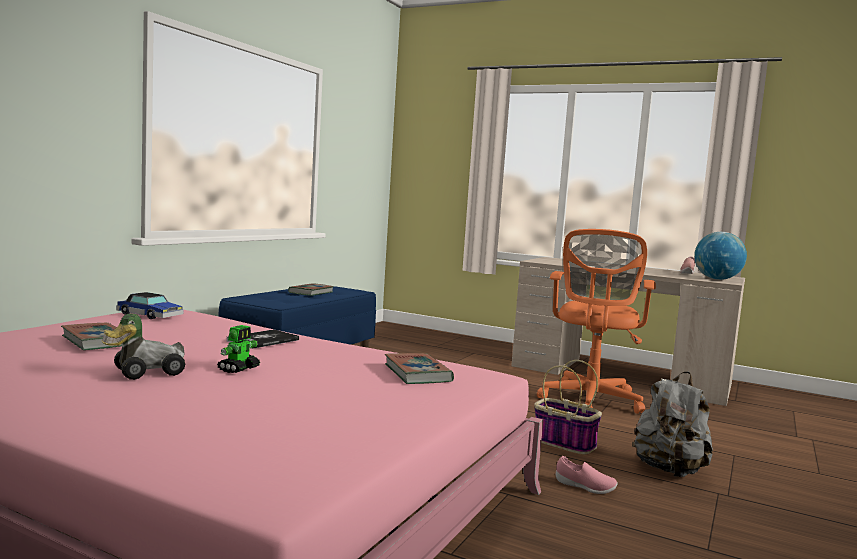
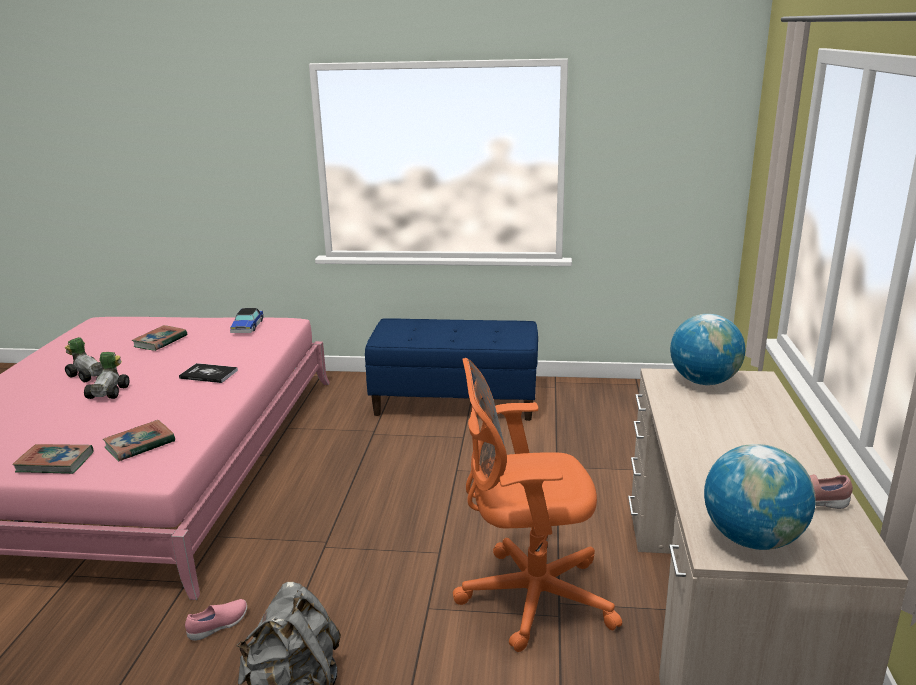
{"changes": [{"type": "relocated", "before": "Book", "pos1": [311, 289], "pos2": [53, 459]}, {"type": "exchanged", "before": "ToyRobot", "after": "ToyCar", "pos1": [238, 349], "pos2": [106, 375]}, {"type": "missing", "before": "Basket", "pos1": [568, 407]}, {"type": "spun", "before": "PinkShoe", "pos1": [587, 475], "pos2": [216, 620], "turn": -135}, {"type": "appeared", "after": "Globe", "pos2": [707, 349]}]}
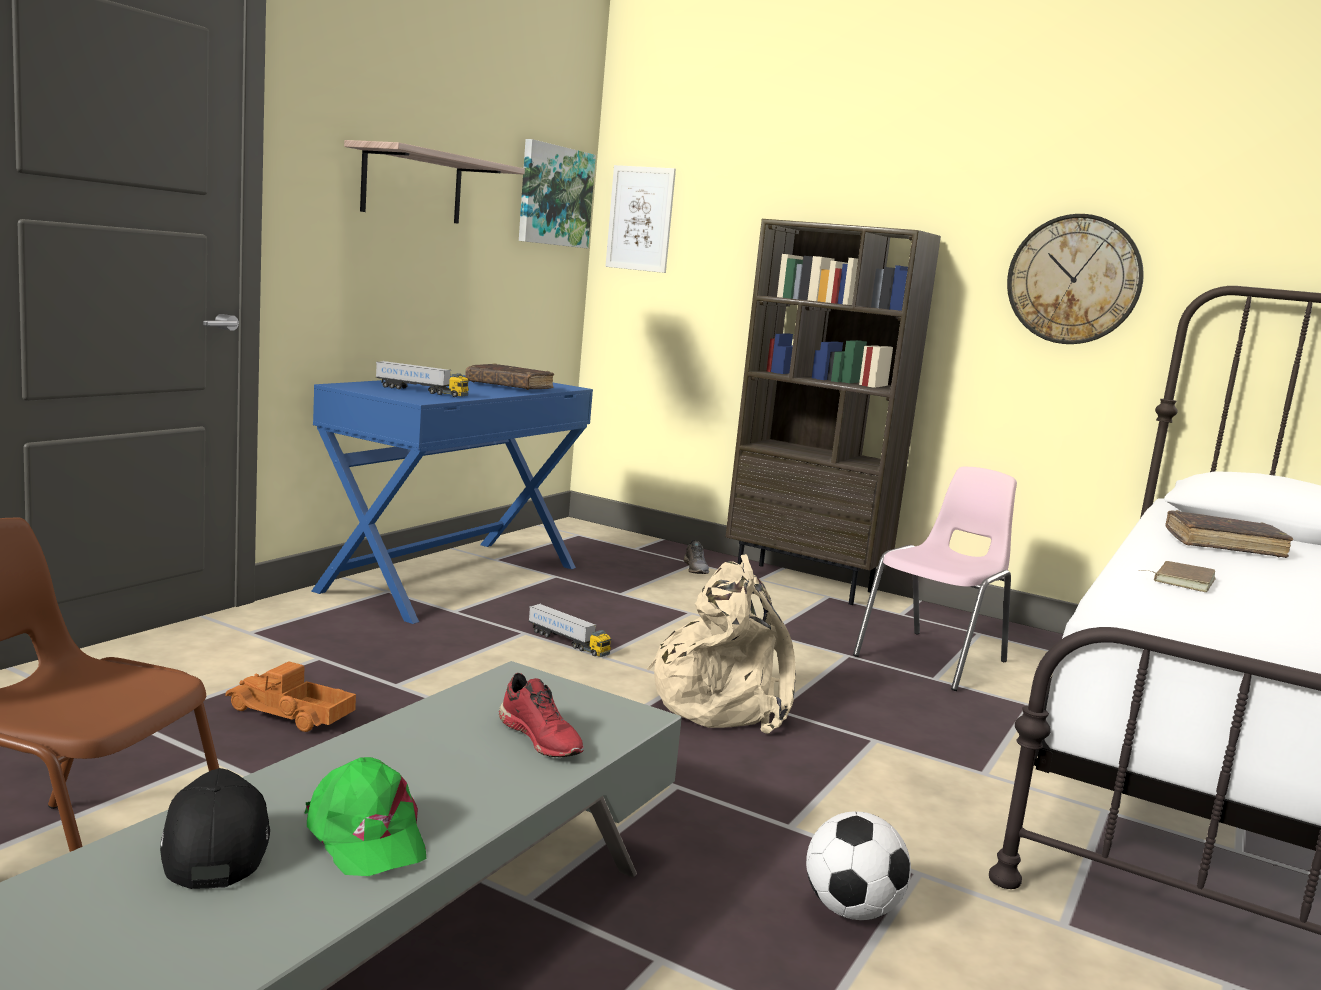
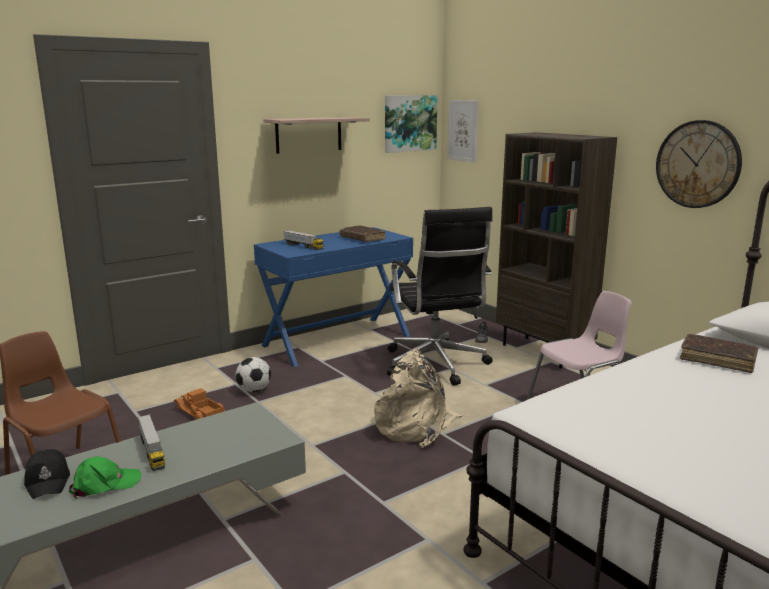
{"changes": [{"type": "missing", "before": "BrownBook", "pos1": [1177, 576]}, {"type": "relocated", "before": "ToyTruck", "pos1": [570, 630], "pos2": [151, 442]}, {"type": "missing", "before": "RedShoe", "pos1": [541, 715]}, {"type": "spun", "before": "GreenCap", "pos1": [365, 816], "pos2": [105, 477], "turn": -105}, {"type": "spun", "before": "BlackCap", "pos1": [215, 828], "pos2": [47, 474], "turn": 150}, {"type": "relocated", "before": "Football", "pos1": [858, 865], "pos2": [253, 374]}, {"type": "appeared", "after": "BlackOfficeChair", "pos2": [440, 296]}]}
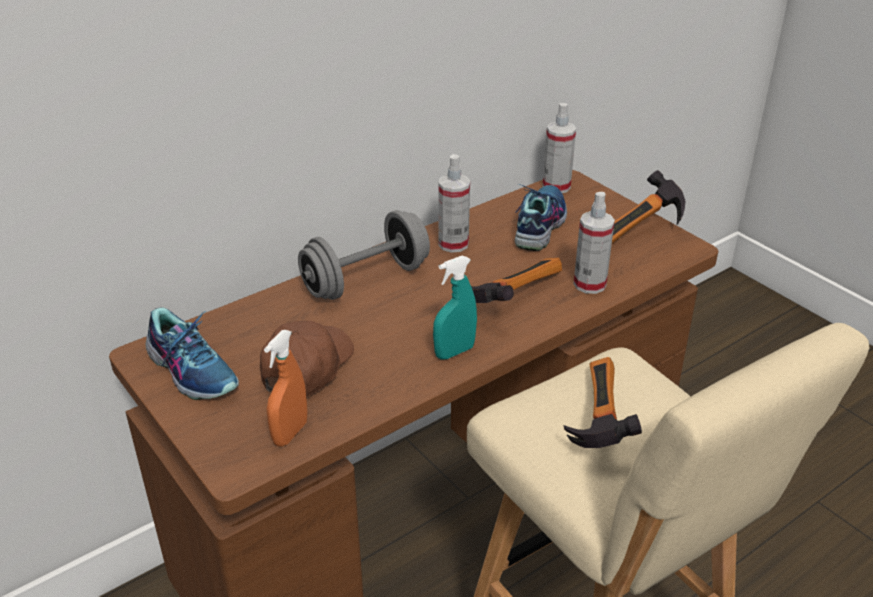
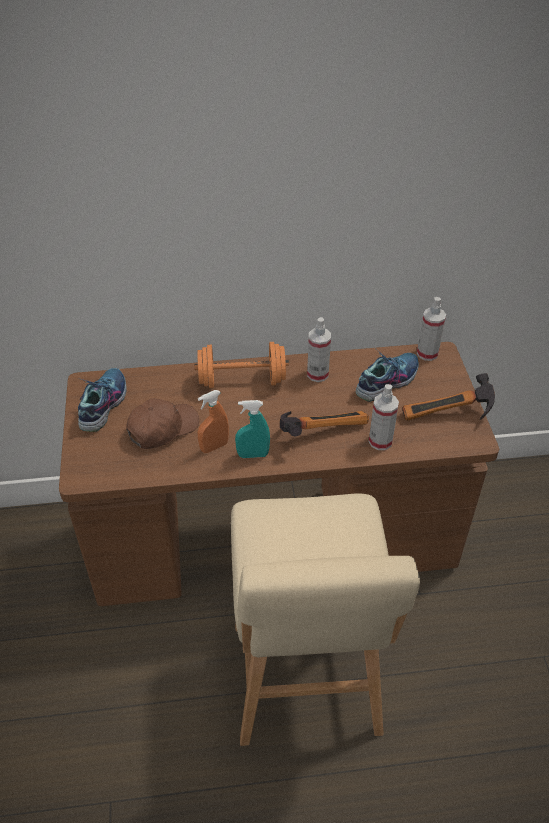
{"changes": [{"type": "colour", "before": "GreyDumbbell", "after": "OrangeDumbbell", "pos1": [364, 255], "pos2": [241, 365]}, {"type": "spun", "before": "Shoe", "pos1": [192, 354], "pos2": [102, 400], "turn": -150}, {"type": "relocated", "before": "OrangeSprayBottle", "pos1": [286, 388], "pos2": [213, 421]}, {"type": "missing", "before": "Hammer", "pos1": [603, 402]}]}
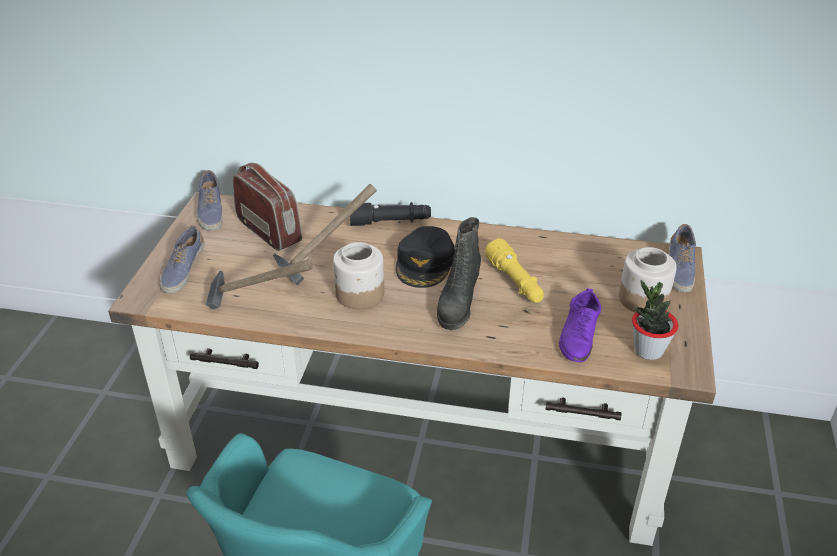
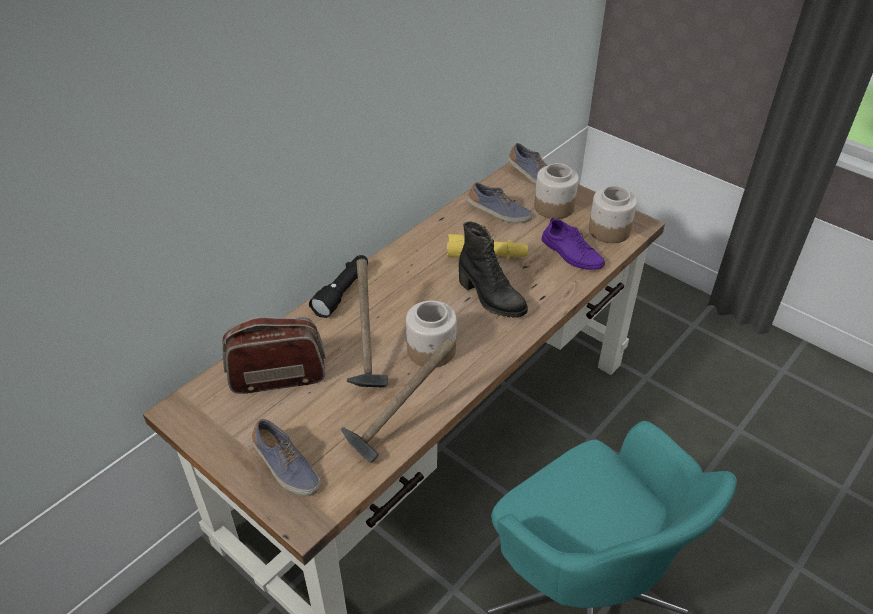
{"changes": [{"type": "relocated", "before": "Shoe", "pos1": [210, 200], "pos2": [499, 202]}, {"type": "missing", "before": "BlackCap", "pos1": [425, 257]}, {"type": "exchanged", "before": "PottedPlant", "after": "Jar", "pos1": [655, 319], "pos2": [613, 214]}]}
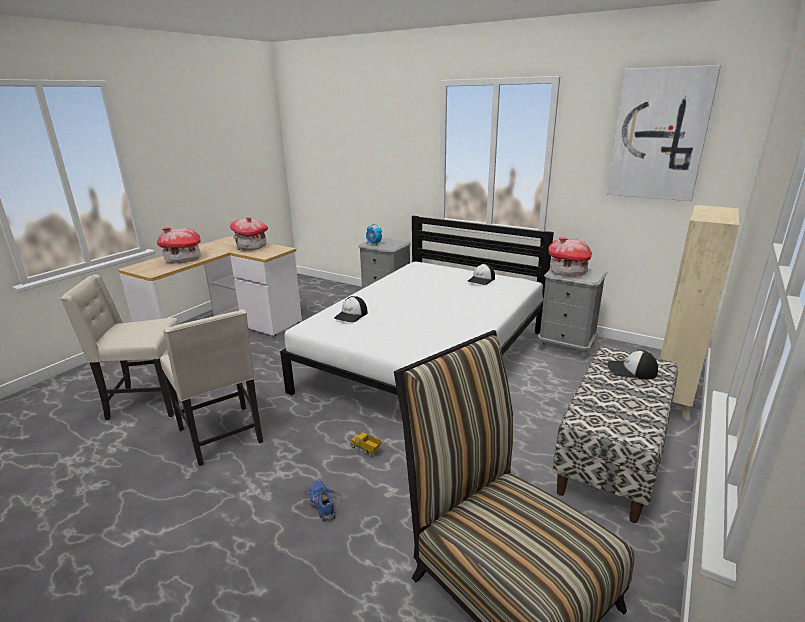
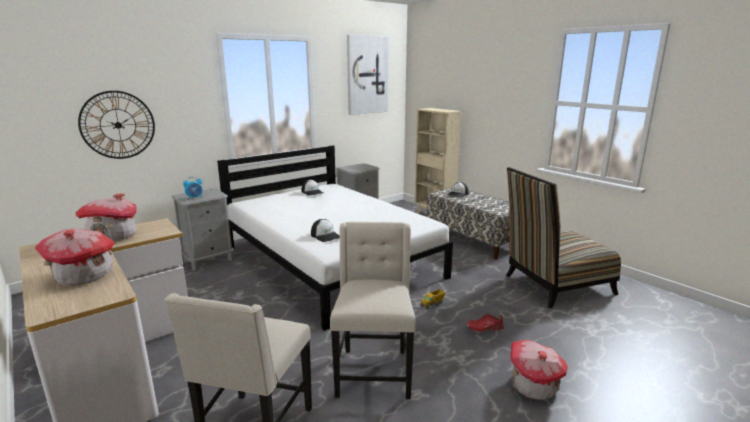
{"changes": [{"type": "relocated", "before": "ToyHouse", "pos1": [570, 256], "pos2": [539, 370]}, {"type": "spun", "before": "BeigeChair", "pos1": [211, 387], "pos2": [372, 310], "turn": -75}, {"type": "colour", "before": "BlueShoe", "after": "RedShoe", "pos1": [323, 501], "pos2": [485, 323]}, {"type": "appeared", "after": "WallClock", "pos2": [116, 125]}]}
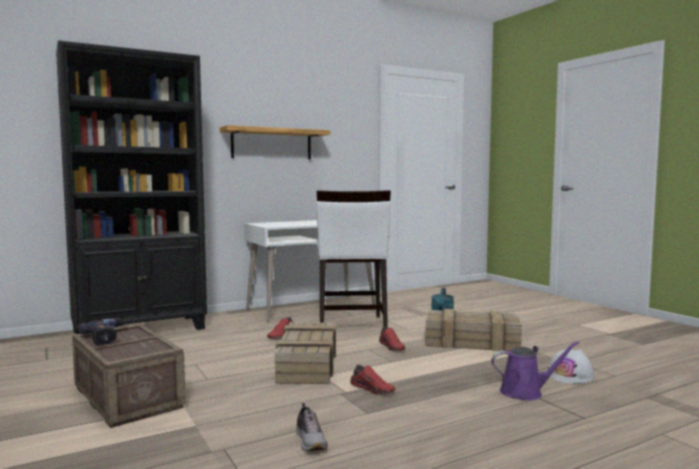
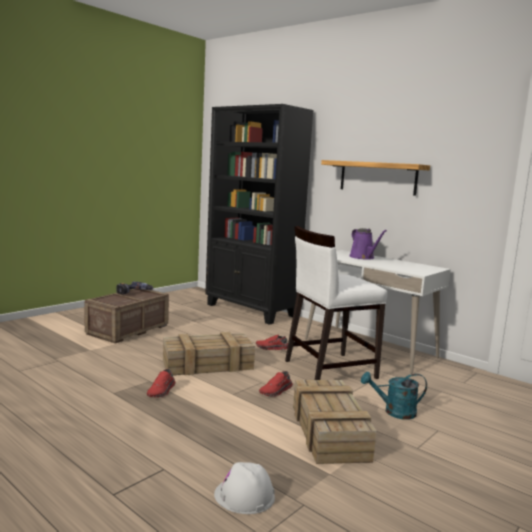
{"changes": [{"type": "relocated", "before": "PurpleWateringCan", "pos1": [535, 371], "pos2": [368, 244]}, {"type": "missing", "before": "Shoe", "pos1": [312, 427]}]}
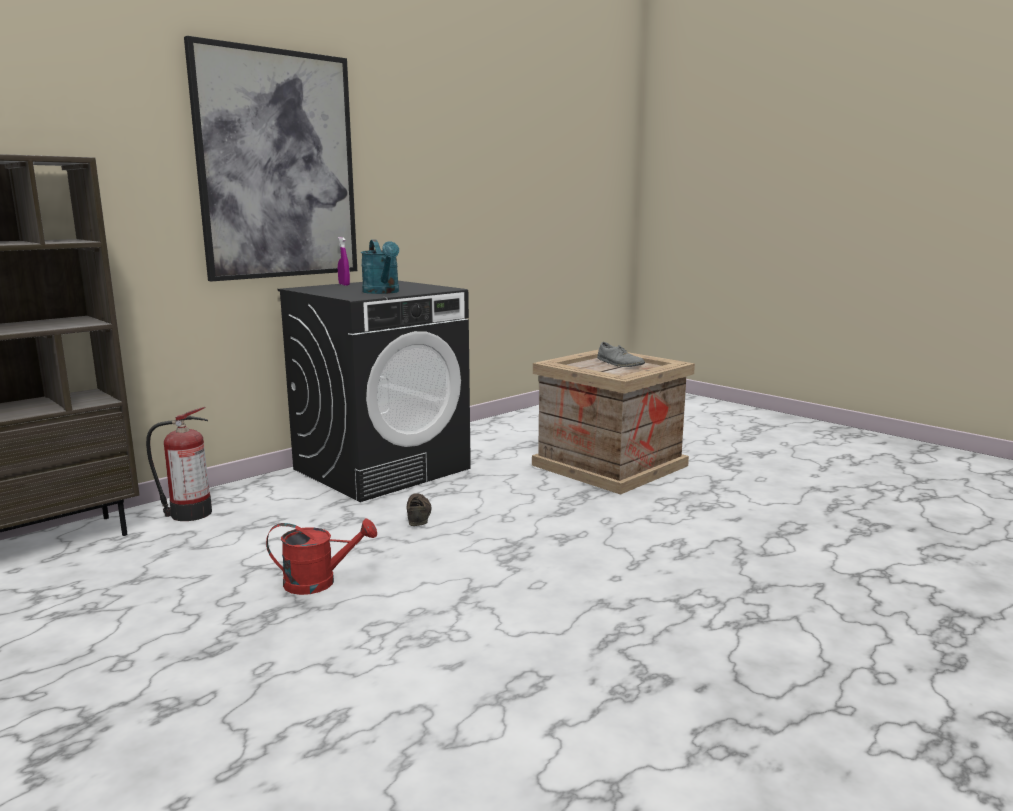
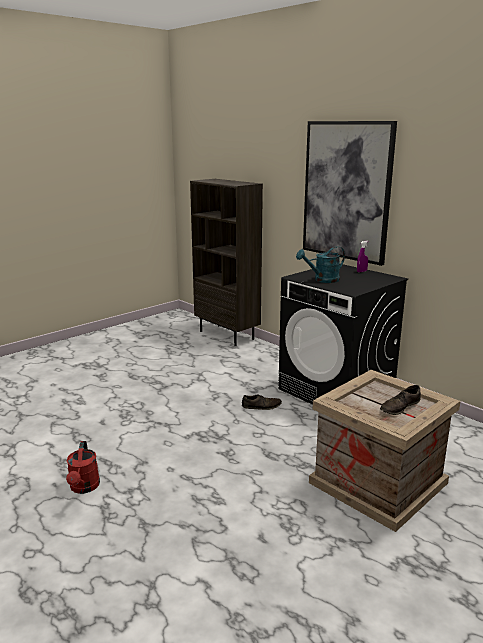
{"changes": [{"type": "colour", "before": "GreyShoe", "after": "BrownShoe", "pos1": [621, 354], "pos2": [400, 400]}, {"type": "missing", "before": "FireExtinguisher", "pos1": [179, 464]}, {"type": "relocated", "before": "RedWateringCan", "pos1": [321, 557], "pos2": [83, 467]}]}
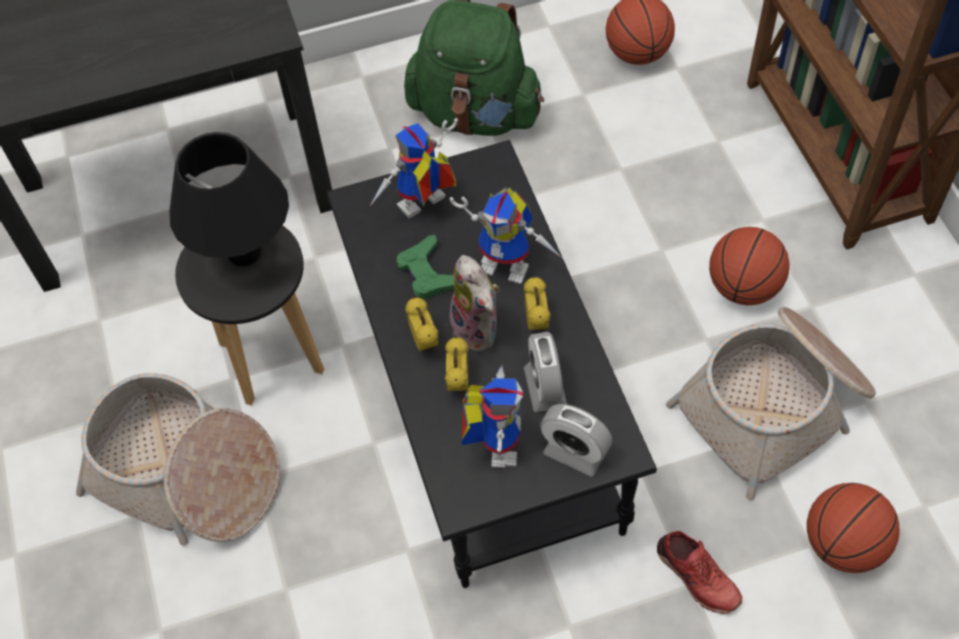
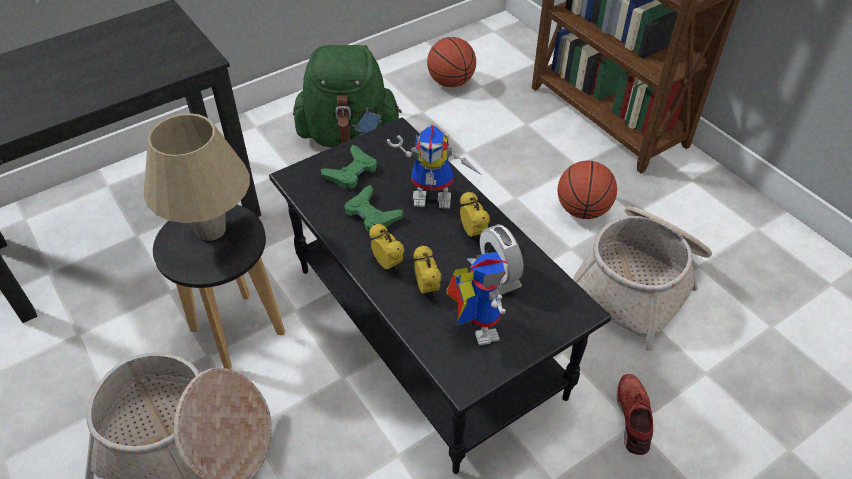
{"changes": [{"type": "exchanged", "before": "ToyRobot", "after": "GreenGameController", "pos1": [413, 168], "pos2": [349, 167]}, {"type": "colour", "before": "BlackTableLamp", "after": "BeigeTableLamp", "pos1": [229, 199], "pos2": [197, 177]}, {"type": "missing", "before": "PlushToy", "pos1": [475, 303]}, {"type": "missing", "before": "AlarmClock", "pos1": [576, 440]}, {"type": "missing", "before": "Basketball", "pos1": [853, 528]}, {"type": "spun", "before": "RedShoe", "pos1": [699, 572], "pos2": [635, 414], "turn": -120}]}
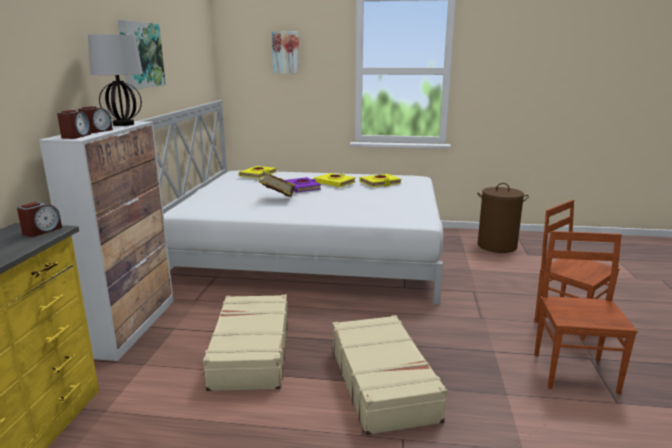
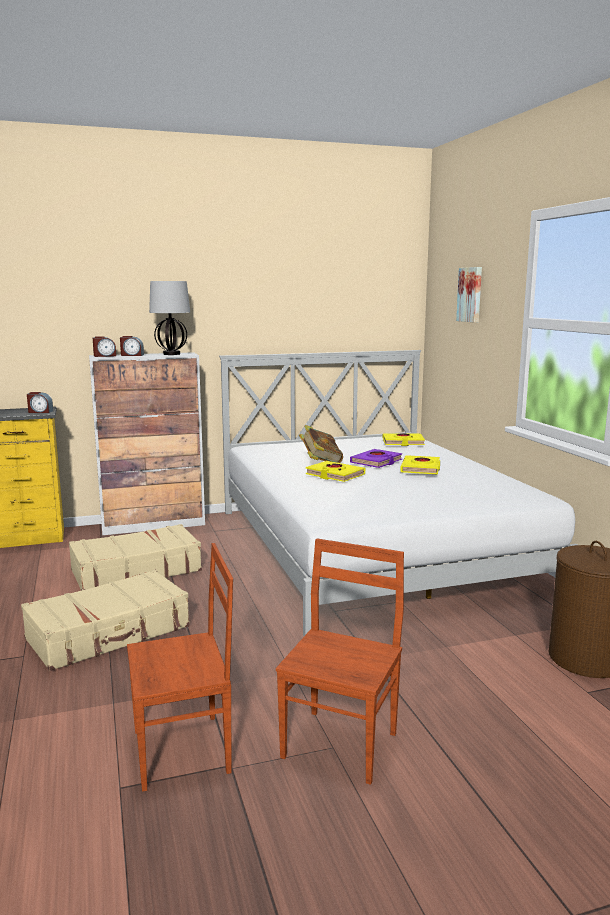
{"changes": [{"type": "missing", "before": "Picture", "pos1": [142, 55]}, {"type": "relocated", "before": "YellowBook", "pos1": [380, 180], "pos2": [335, 471]}]}
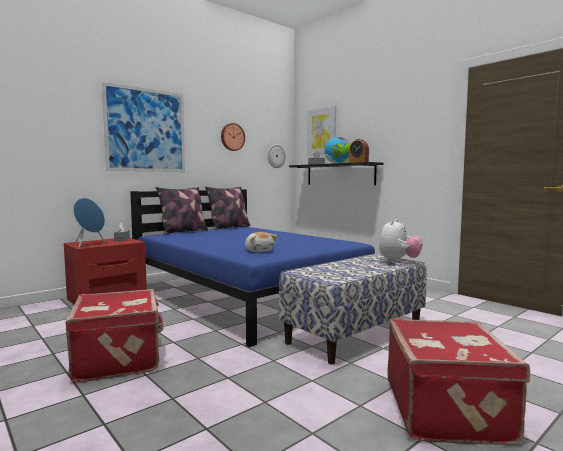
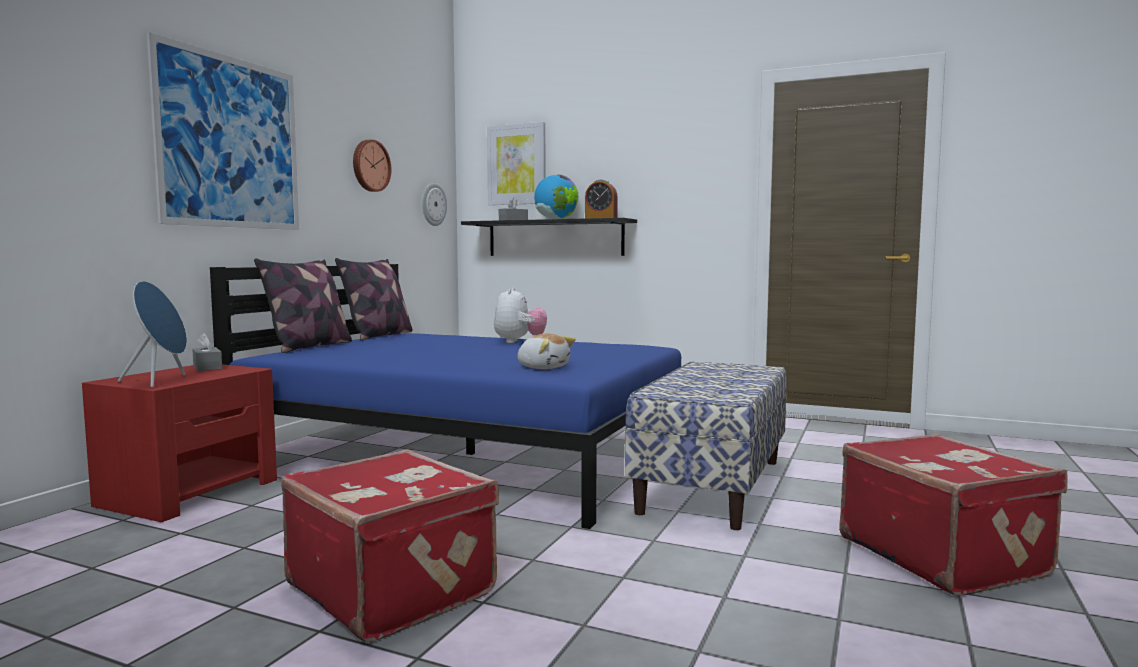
{"changes": [{"type": "relocated", "before": "PlushToy", "pos1": [401, 240], "pos2": [520, 315]}]}
